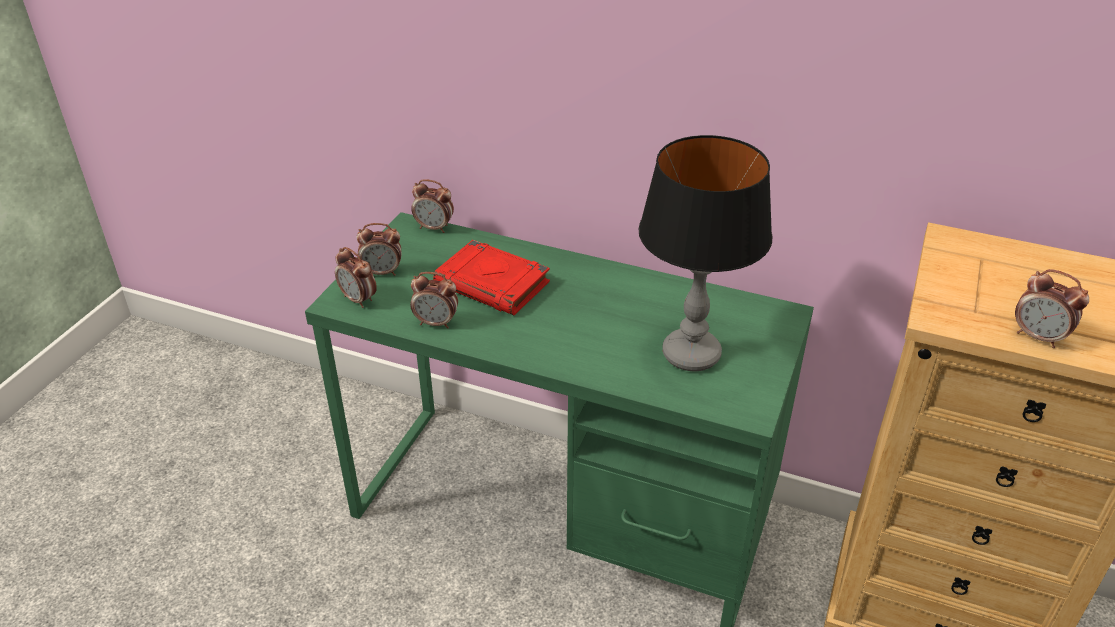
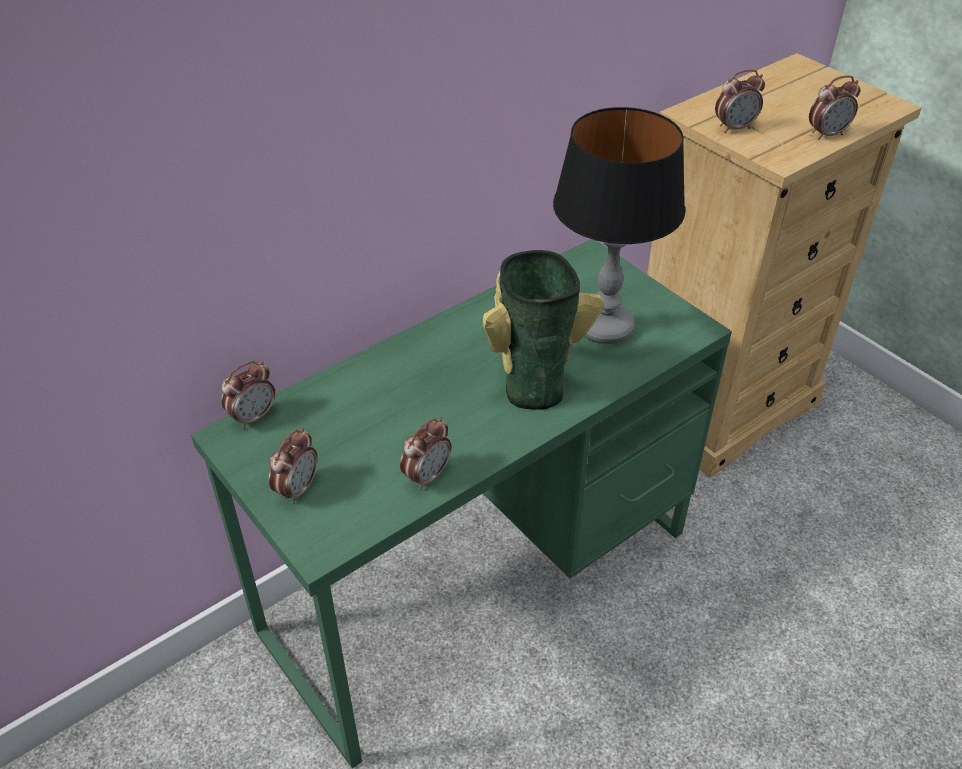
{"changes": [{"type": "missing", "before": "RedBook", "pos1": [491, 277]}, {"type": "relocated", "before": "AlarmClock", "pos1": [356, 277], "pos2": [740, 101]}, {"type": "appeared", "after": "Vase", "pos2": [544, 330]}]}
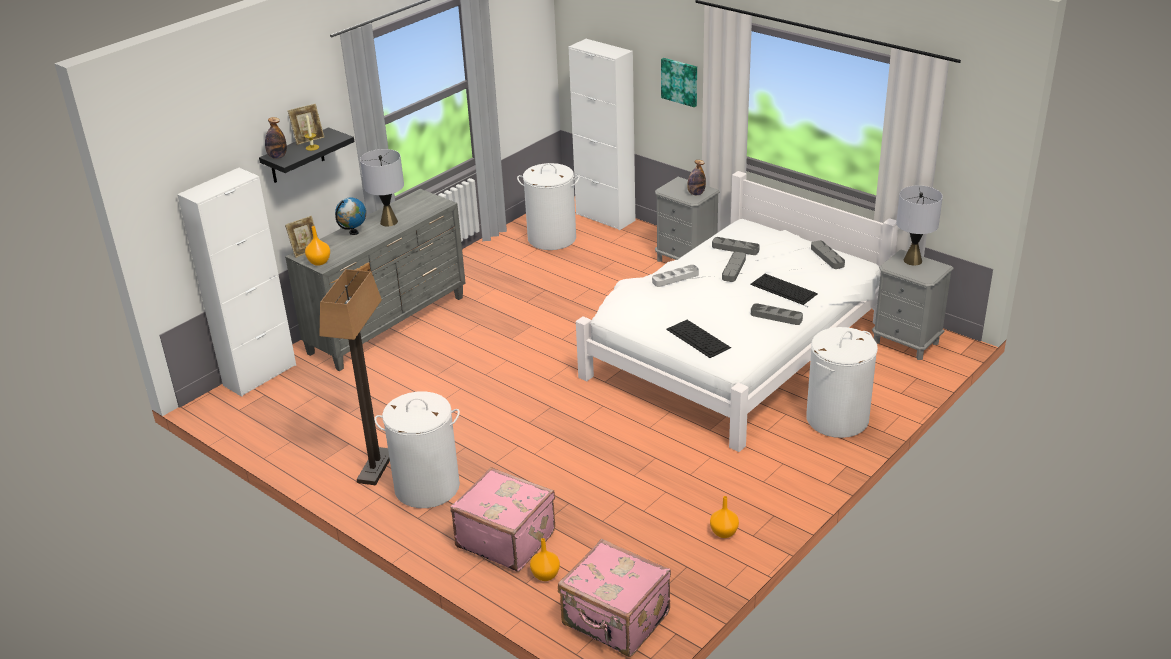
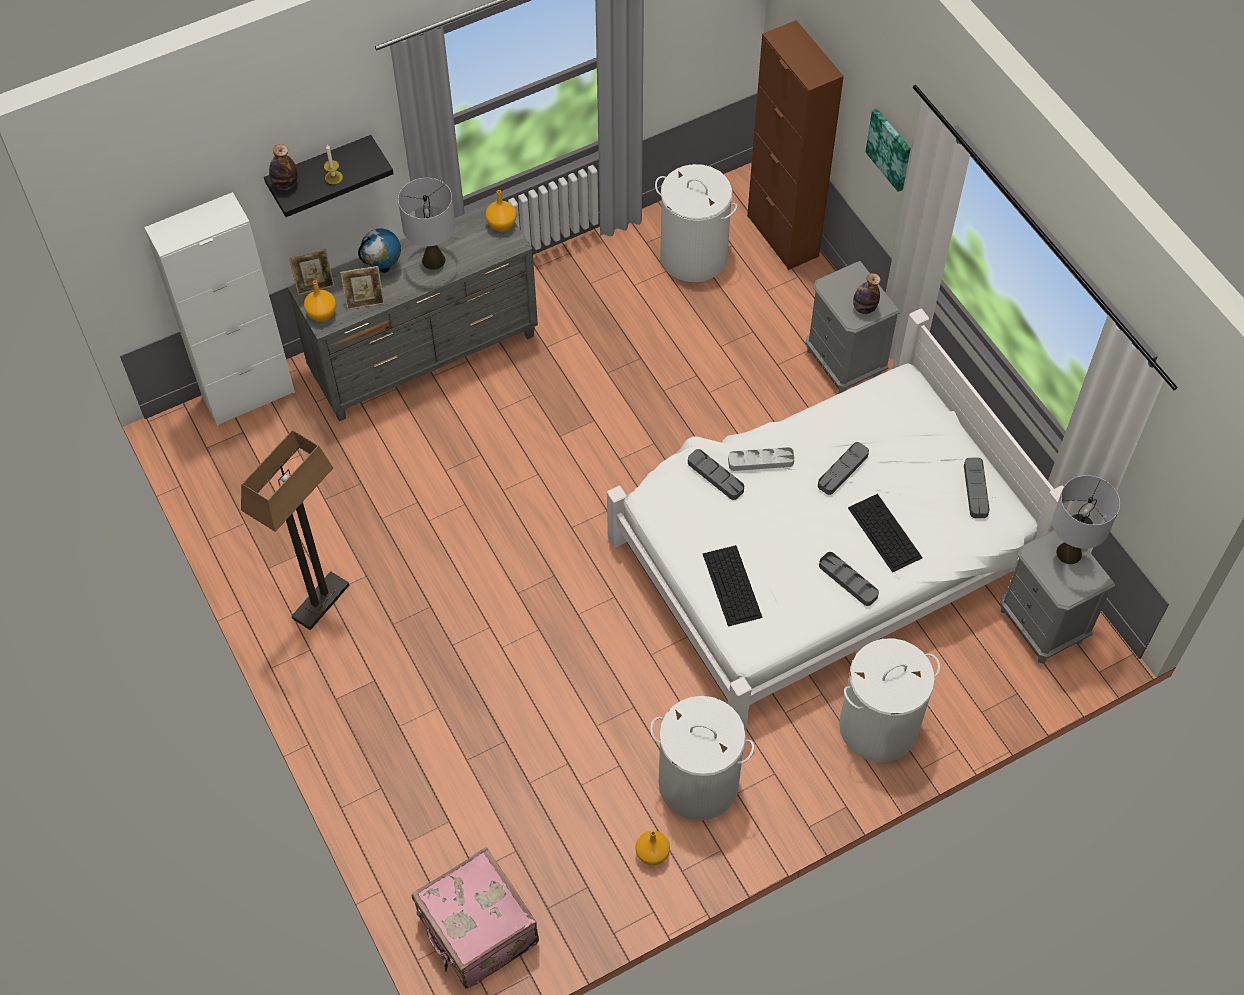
{"changes": [{"type": "colour", "before": "WhiteCabinet", "after": "BrownCabinet", "pos1": [602, 134], "pos2": [795, 145]}, {"type": "relocated", "before": "PictureFrame", "pos1": [306, 124], "pos2": [362, 288]}, {"type": "relocated", "before": "GreyTray", "pos1": [736, 246], "pos2": [716, 474]}, {"type": "relocated", "before": "WhiteLaundryBasket", "pos1": [417, 449], "pos2": [702, 758]}, {"type": "missing", "before": "PinkSuitcase", "pos1": [502, 519]}, {"type": "relocated", "before": "OrangeVase", "pos1": [545, 559], "pos2": [500, 211]}]}
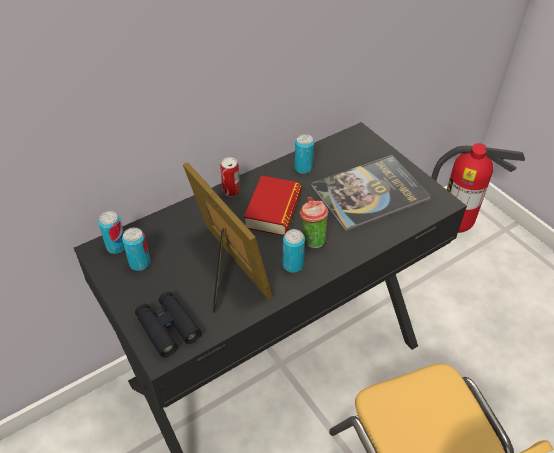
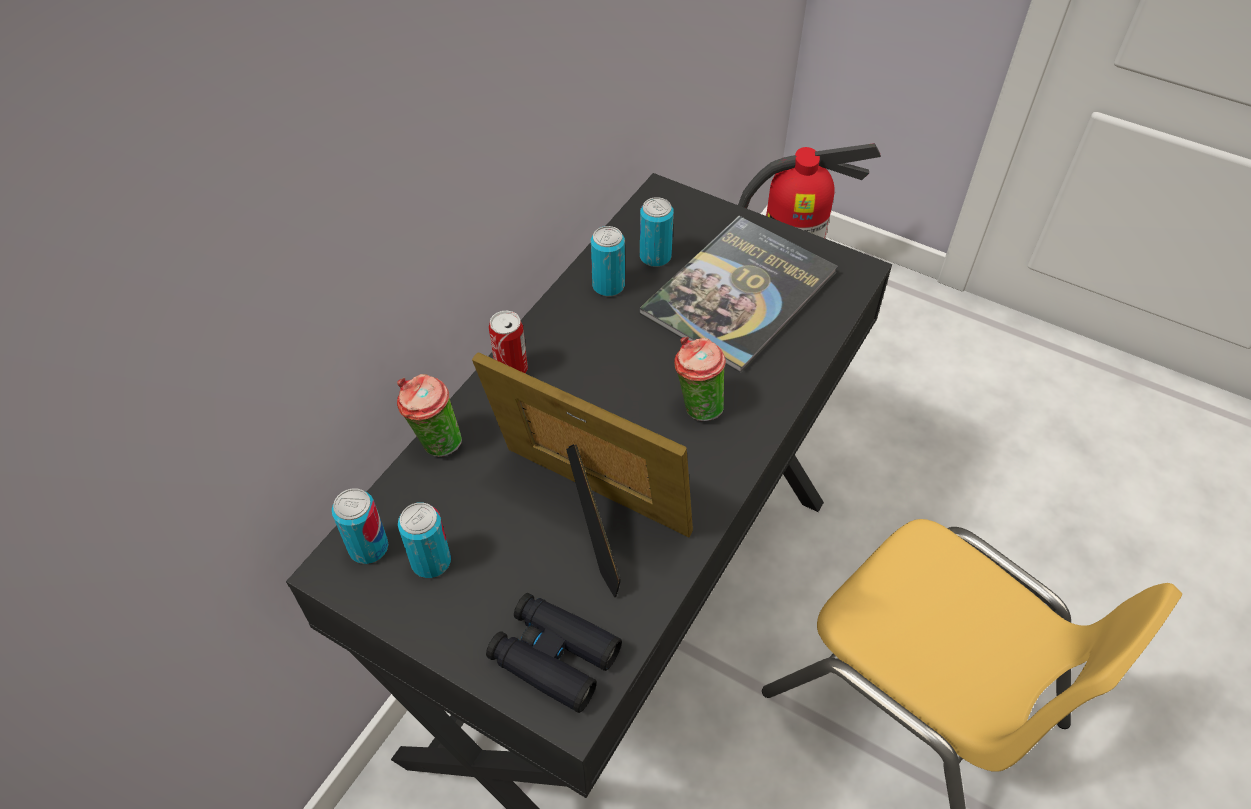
{"changes": [{"type": "missing", "before": "Book", "pos1": [273, 206]}, {"type": "relocated", "before": "Can", "pos1": [294, 251], "pos2": [657, 232]}, {"type": "appeared", "after": "Cup", "pos2": [429, 415]}]}
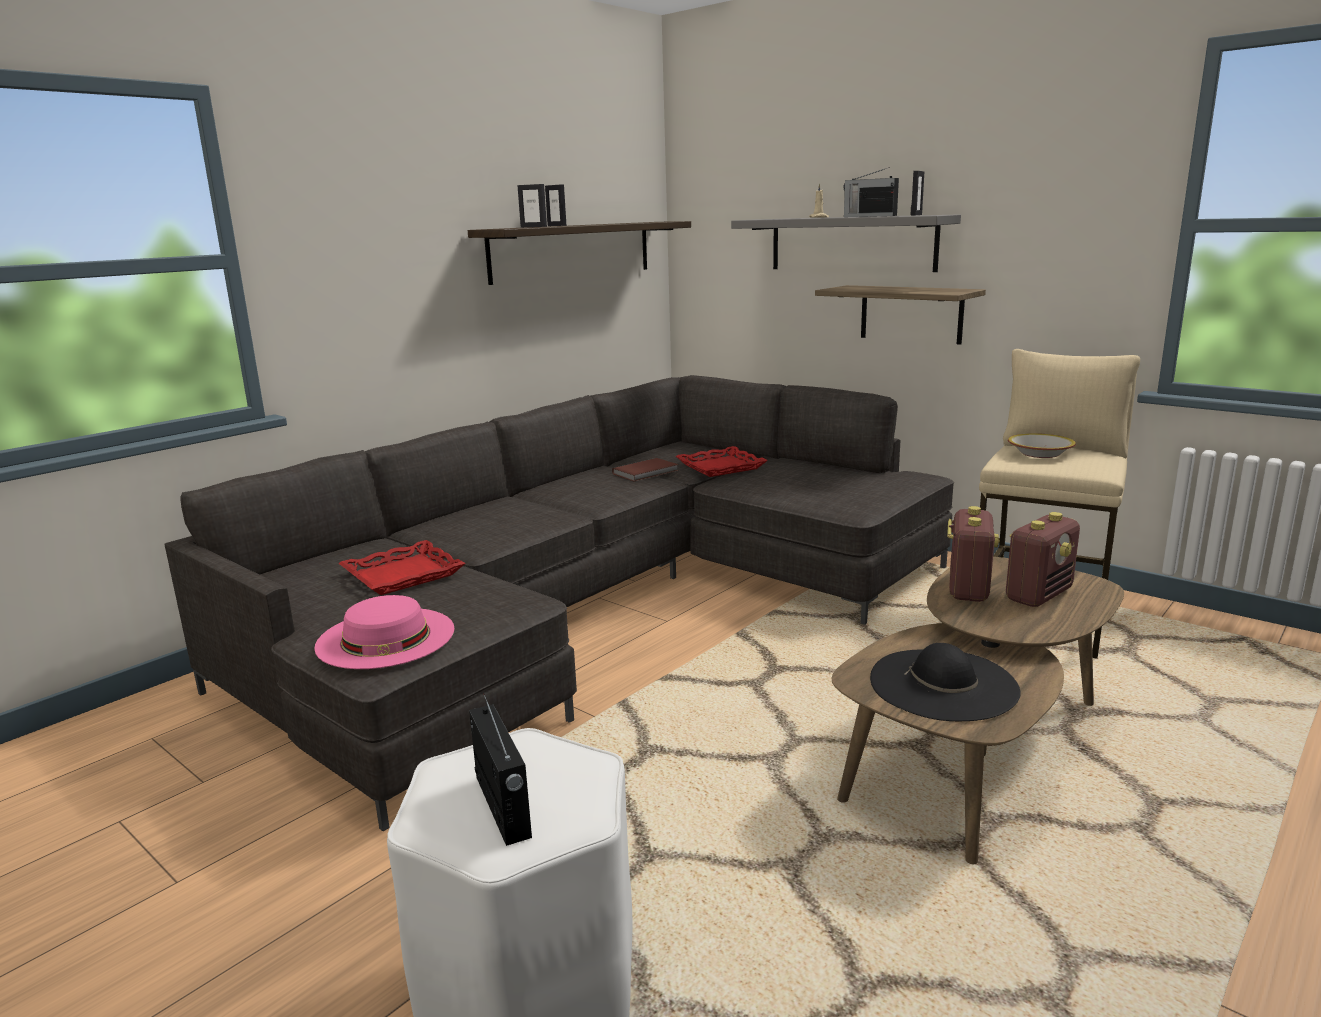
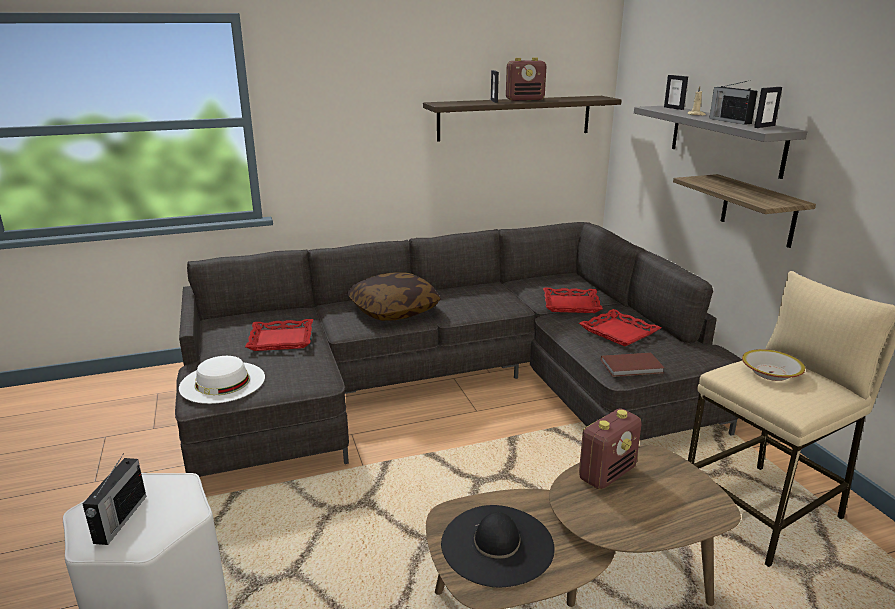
{"changes": [{"type": "relocated", "before": "PictureFrame", "pos1": [532, 205], "pos2": [676, 92]}, {"type": "relocated", "before": "BrownBook", "pos1": [645, 470], "pos2": [632, 365]}, {"type": "relocated", "before": "Radio", "pos1": [1043, 559], "pos2": [526, 79]}, {"type": "colour", "before": "PinkHat", "after": "WhiteHat", "pos1": [384, 632], "pos2": [222, 380]}, {"type": "appeared", "after": "Pillow", "pos2": [394, 296]}, {"type": "appeared", "after": "RedTray", "pos2": [620, 327]}]}
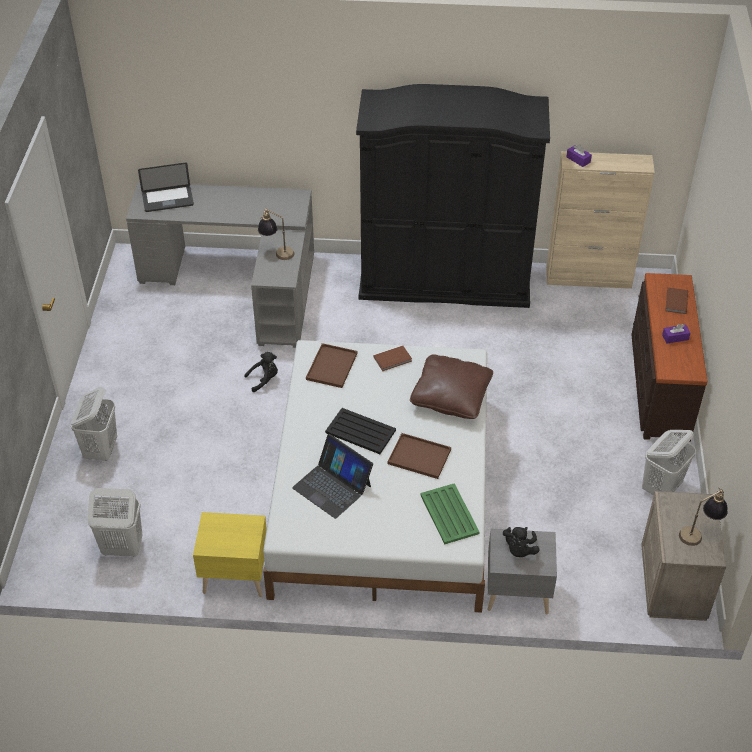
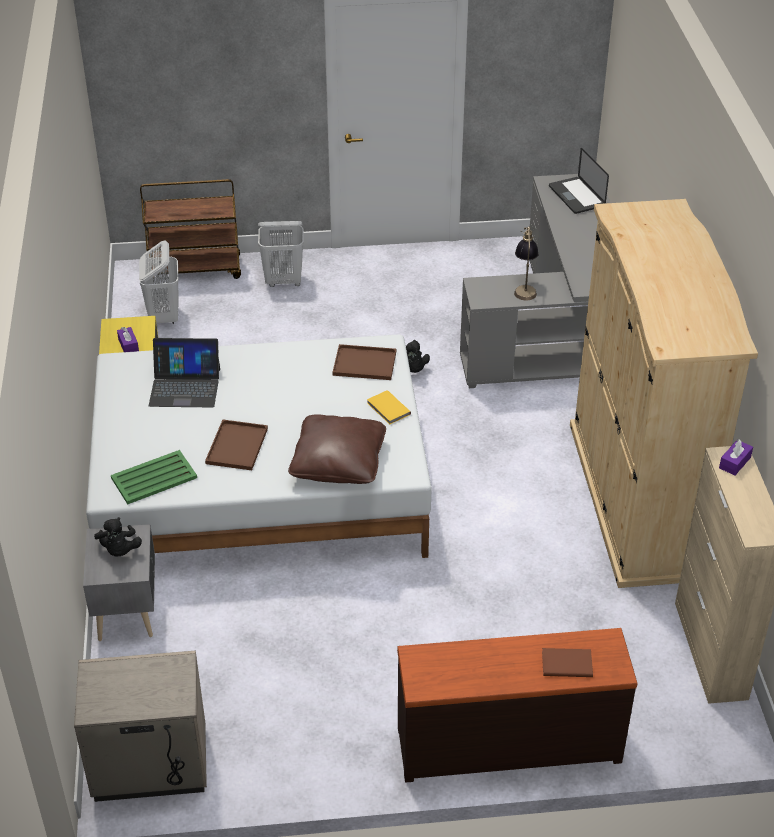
{"changes": [{"type": "colour", "before": "BlackWardrobe", "after": "BeigeWardrobe", "pos1": [453, 196], "pos2": [664, 393]}, {"type": "relocated", "before": "PurpleTissueBox", "pos1": [676, 333], "pos2": [128, 339]}, {"type": "colour", "before": "BrownBook", "after": "YellowBook", "pos1": [393, 358], "pos2": [389, 407]}, {"type": "missing", "before": "BlackTray", "pos1": [360, 431]}, {"type": "missing", "before": "WhiteLaundryBasket", "pos1": [669, 463]}, {"type": "spun", "before": "Laptop", "pos1": [332, 476], "pos2": [184, 372], "turn": -120}, {"type": "missing", "before": "TableLamp", "pos1": [703, 516]}, {"type": "spun", "before": "BlackPlushToy", "pos1": [521, 542], "pos2": [118, 537], "turn": -105}, {"type": "appeared", "after": "BrownCart", "pos2": [190, 229]}]}
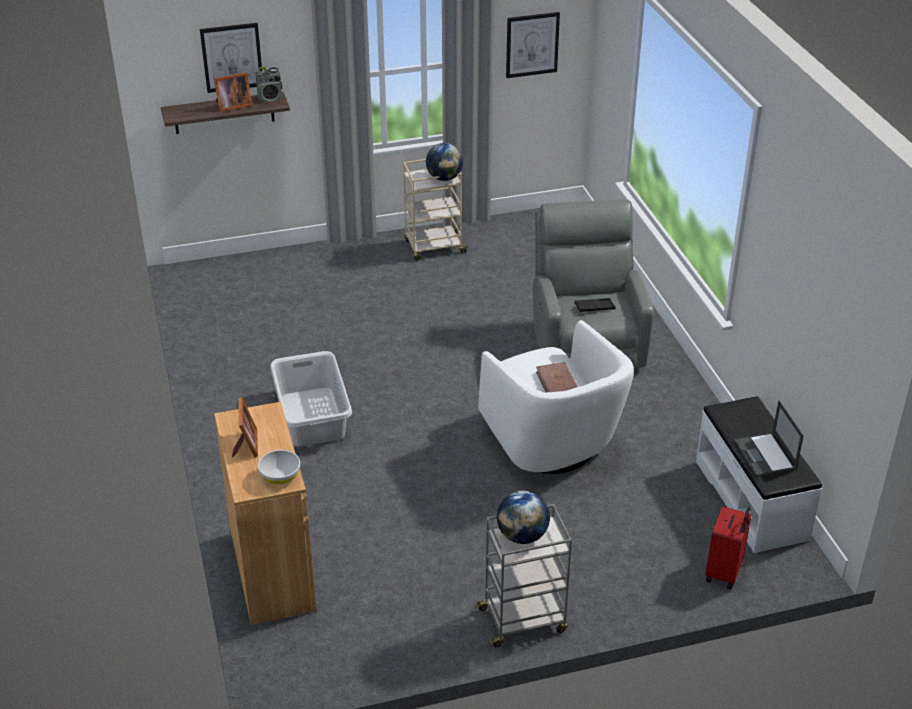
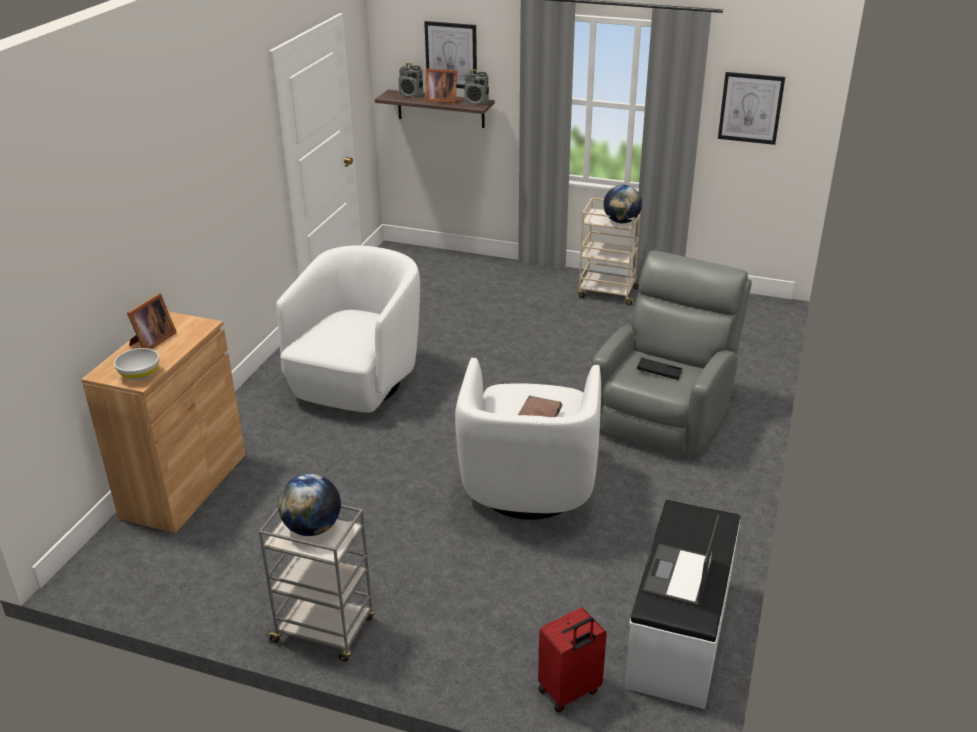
{"changes": [{"type": "exchanged", "before": "GreyLaundryBasket", "after": "WhiteArmchair", "pos1": [311, 398], "pos2": [348, 329]}, {"type": "appeared", "after": "Radio", "pos2": [410, 80]}]}
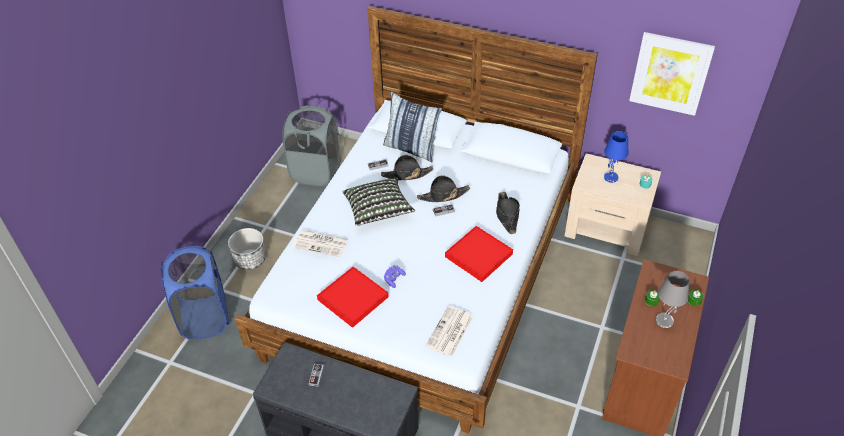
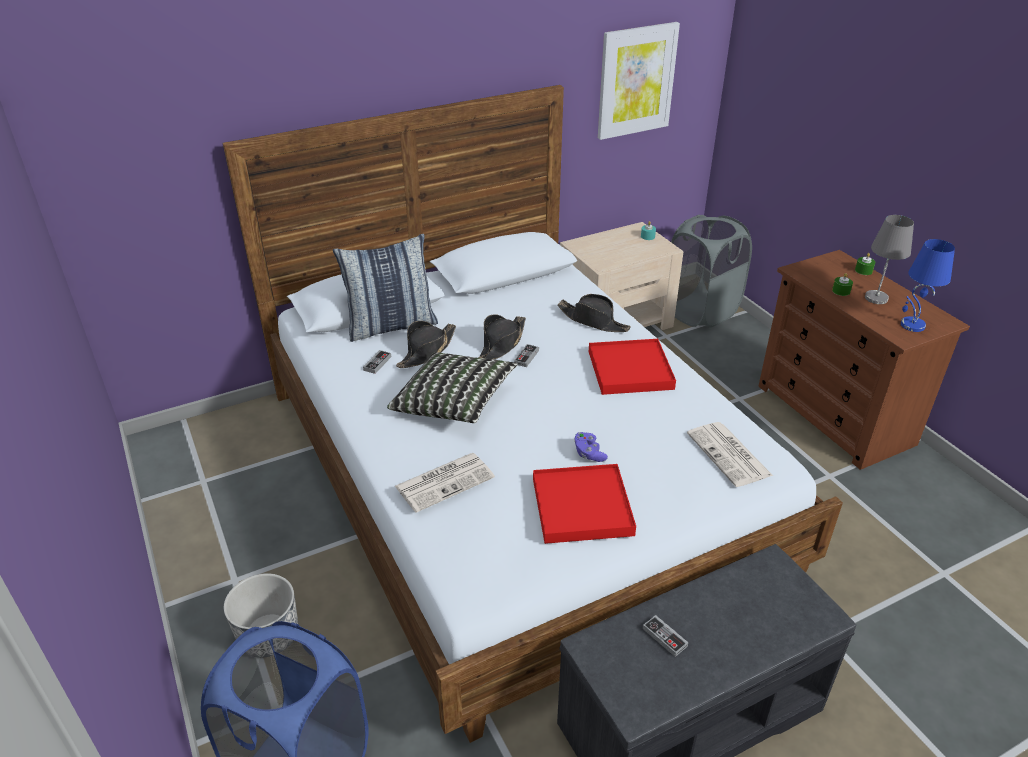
{"changes": [{"type": "relocated", "before": "GreyLaundryBasket", "pos1": [312, 145], "pos2": [711, 271]}, {"type": "relocated", "before": "BlueTableLamp", "pos1": [616, 157], "pos2": [928, 285]}]}
